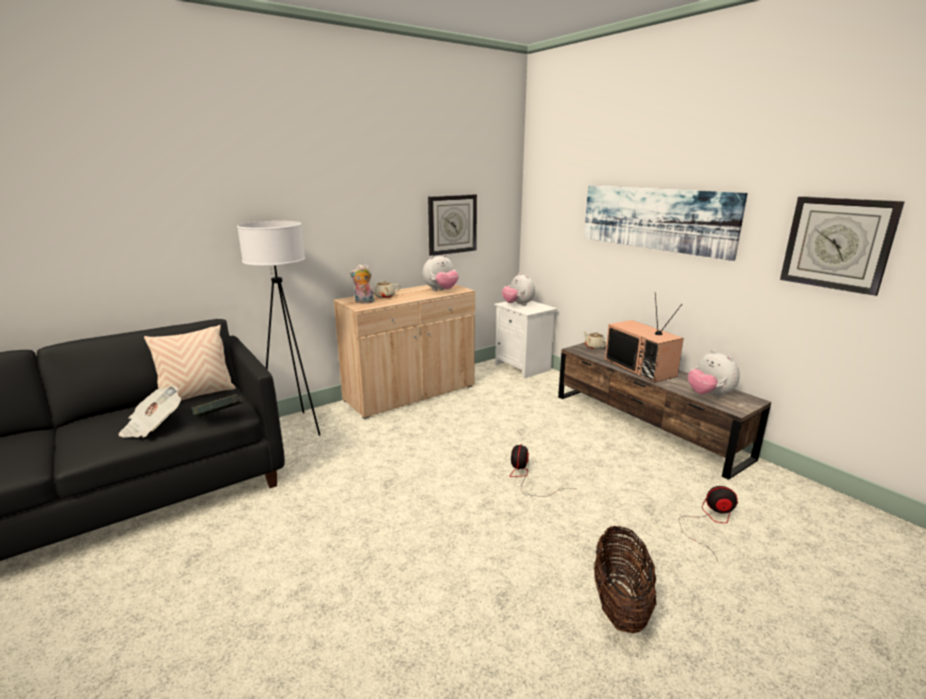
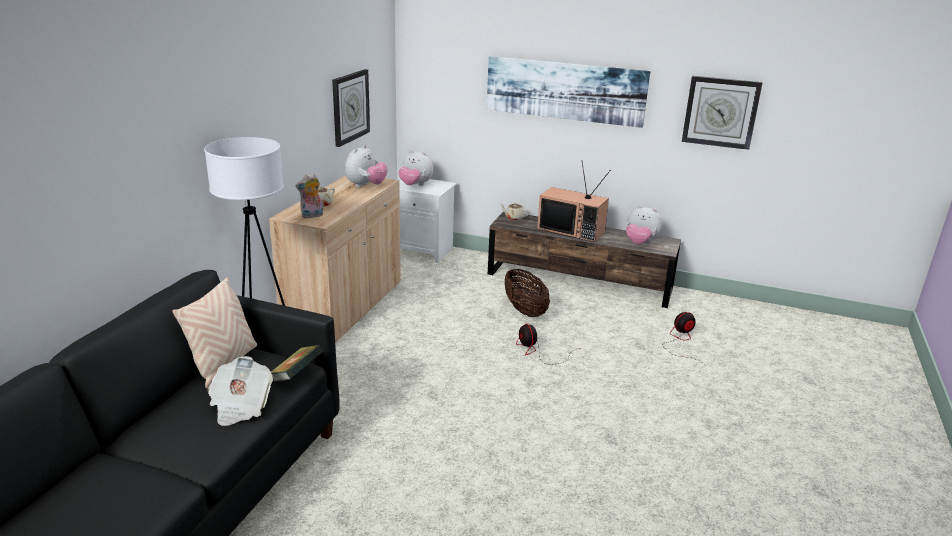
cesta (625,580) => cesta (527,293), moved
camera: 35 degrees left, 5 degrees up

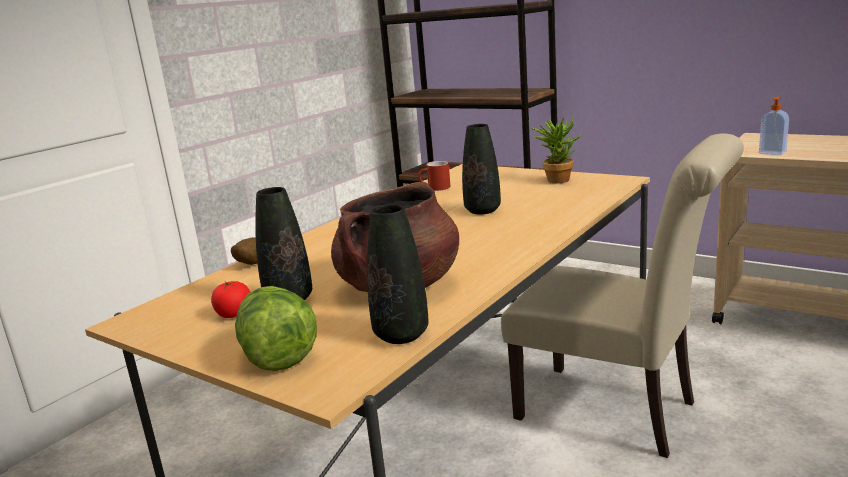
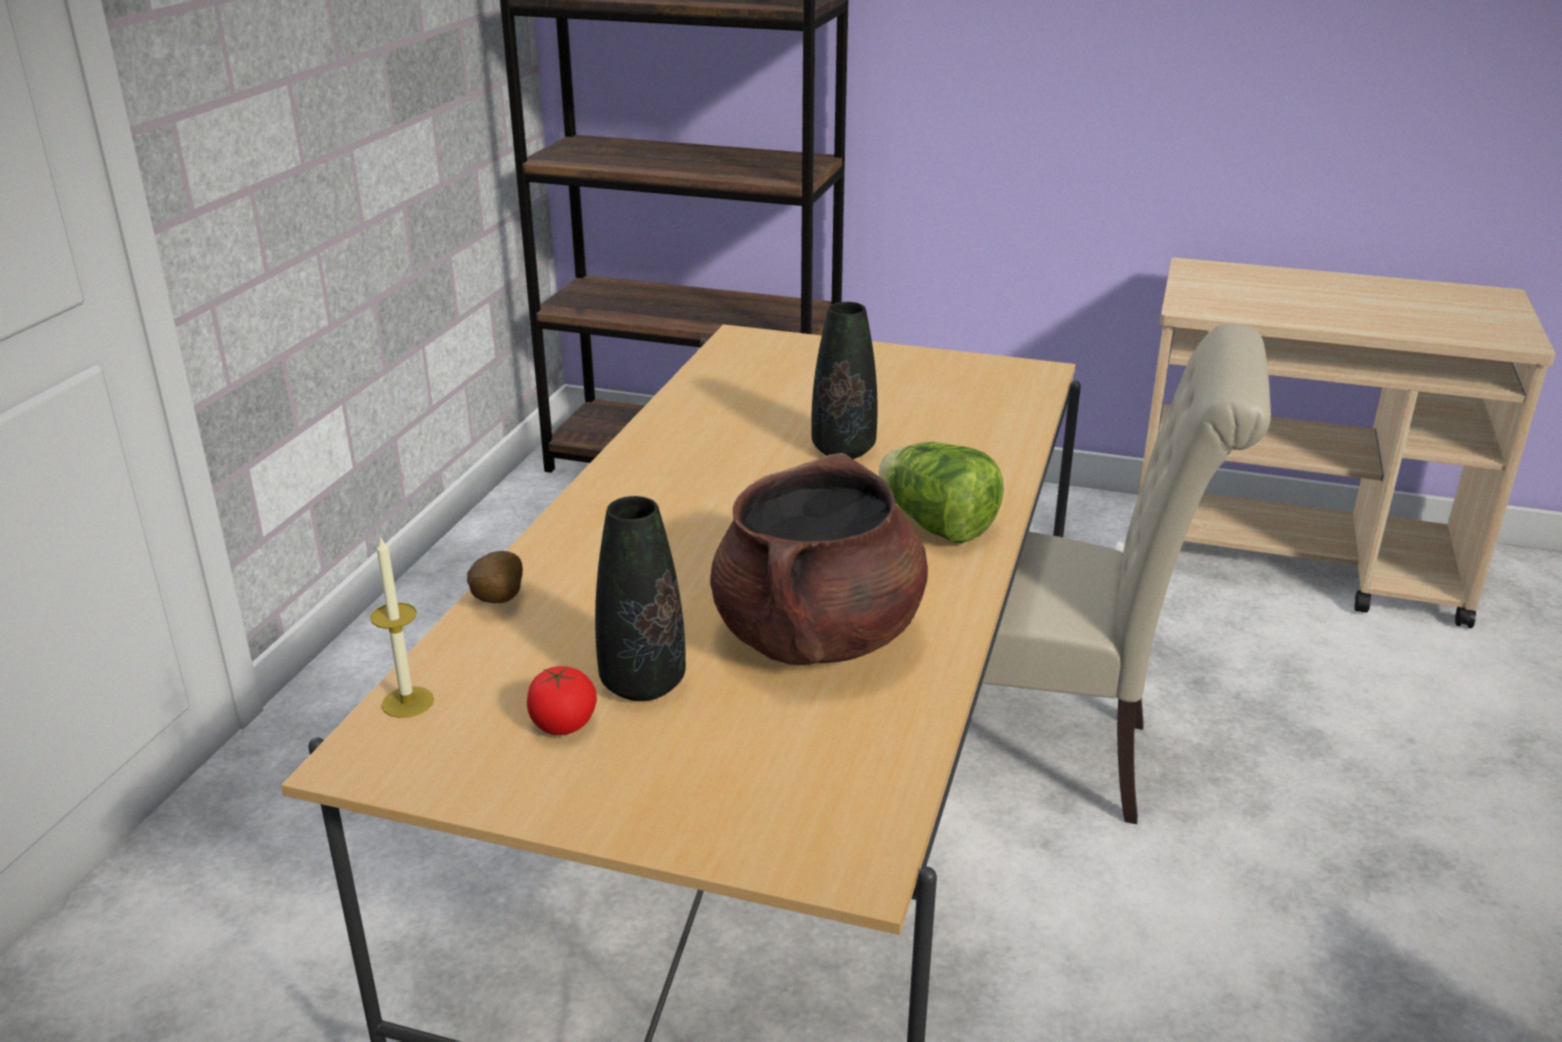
nothing => vela (402,627)
lechuga (276,328) => lechuga (941,493), moved
florero [negro] (397,274) => nothing
taza grande [rojo] (434,176) => nothing
planta en maceta (555,148) => nothing
dispensador de jabón (774,126) => nothing
camera: 20 degrees left, 10 degrees up

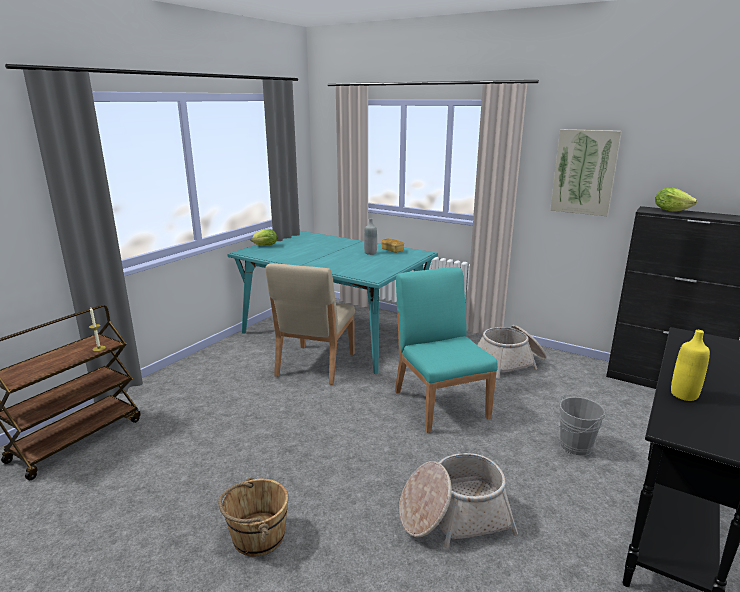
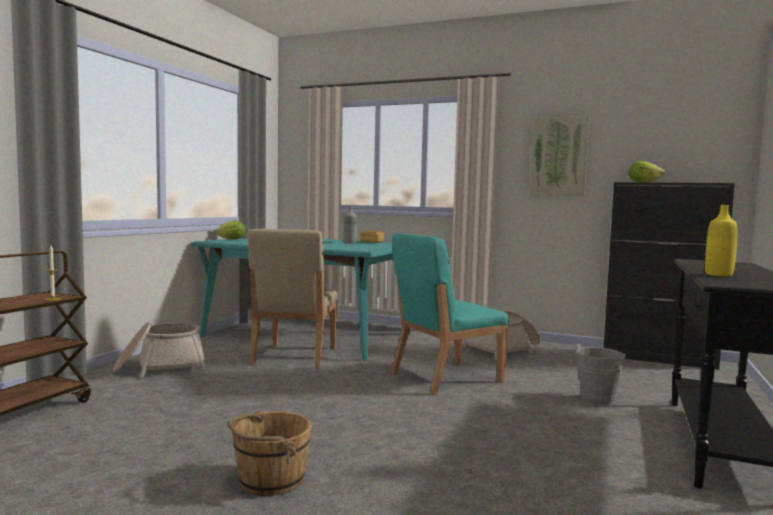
cesta (458,501) => cesta (159,349), moved
silla [turquesa] (446,350) => silla [turquesa] (450,314), 90 degrees counterclockwise
camera: 10 degrees left, 15 degrees down

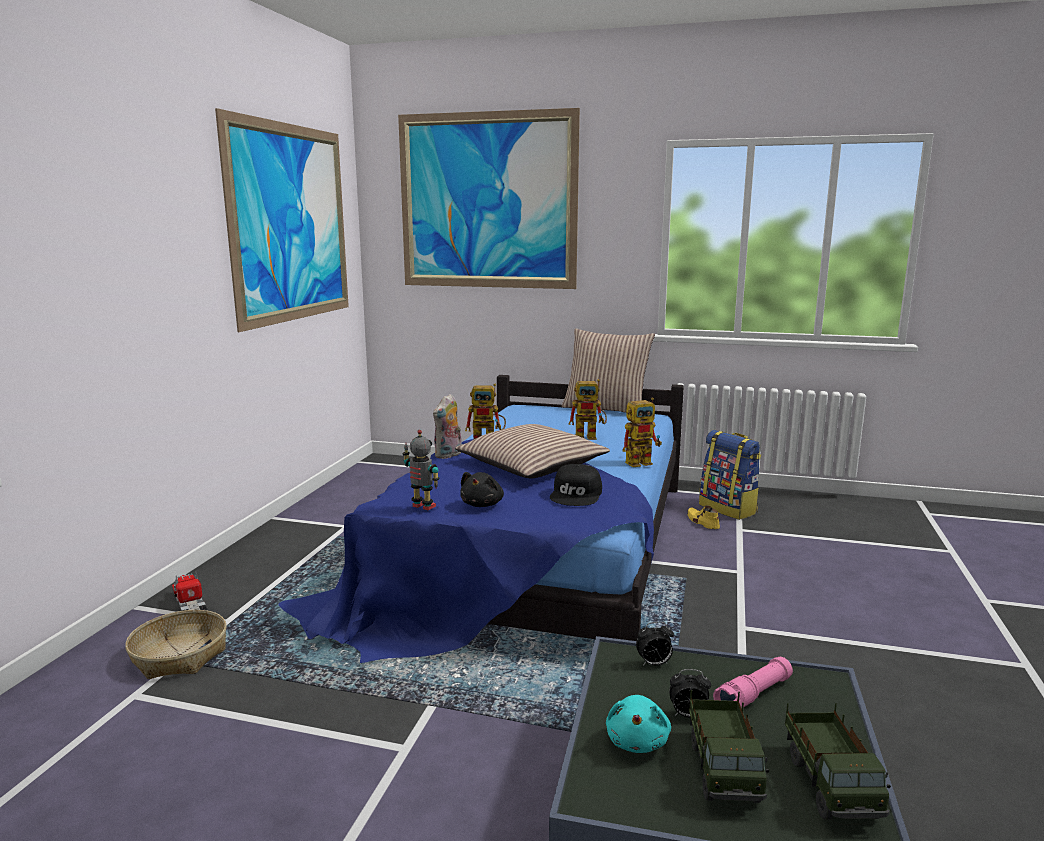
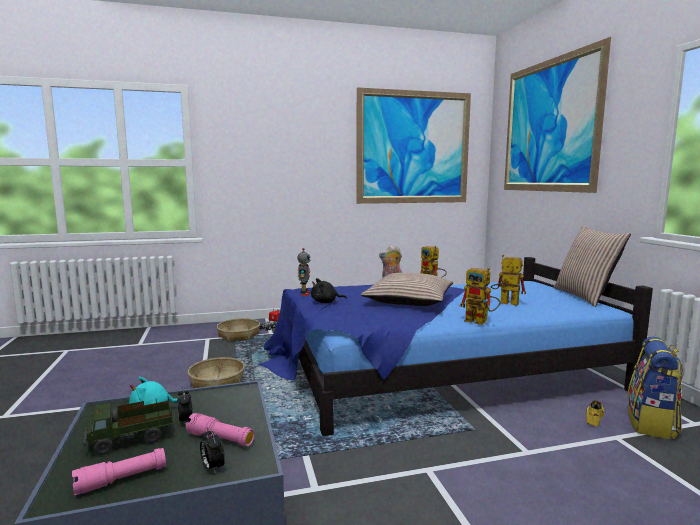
camión de juguete (837,761) => linterna [rosa] (119,471)
nothing => cesta (216,372)
despertador (655,644) => despertador (212,450), moved
robot de juguete (588,409) => robot de juguete (508,280), 150 degrees clockwise
gorra [negro] (576,485) => nothing
camera: 60 degrees right, 5 degrees down

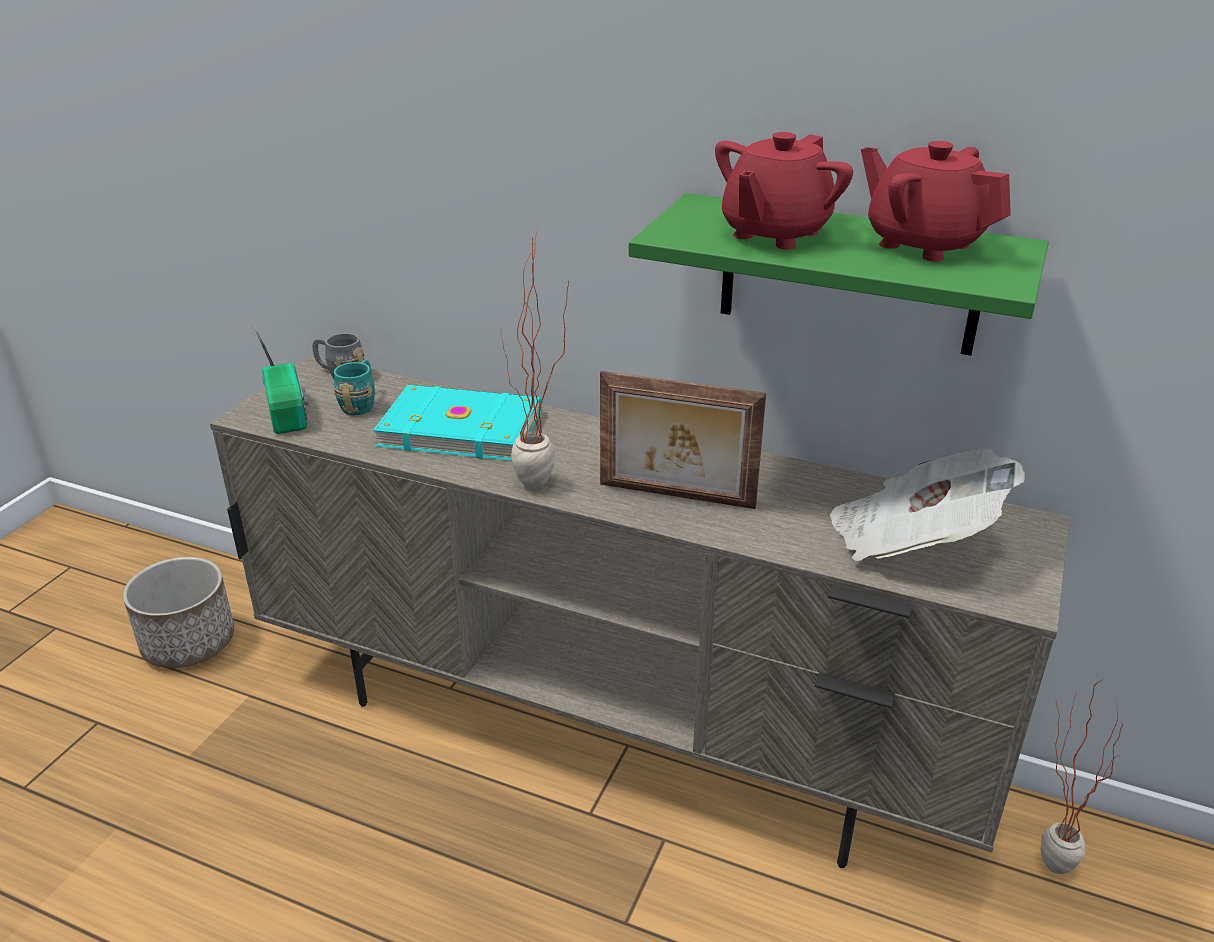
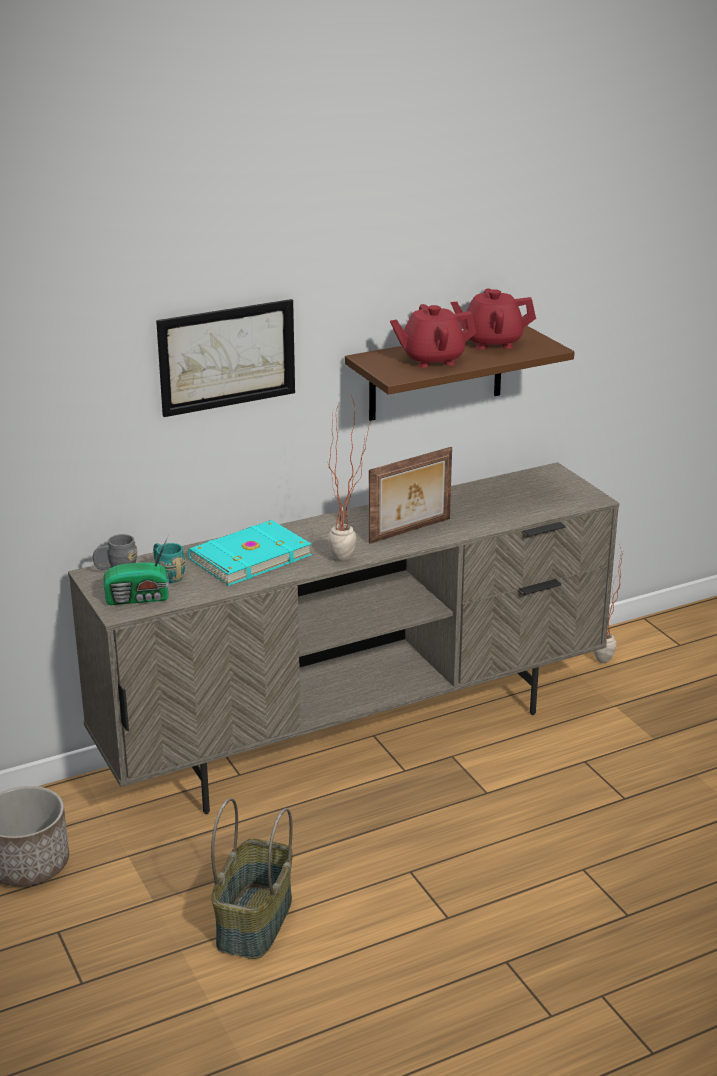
radio (280,379) => radio (136,570), 150 degrees clockwise
nothing => cuadro (225,358)
nothing => cesta (252,878)
estante [verde] (839,274) => estante [marrón] (459,373)
tetera [rojo] (784,191) => tetera [rojo] (433,336), 90 degrees clockwise
periódico (927,504) => nothing
camera: 50 degrees left, 5 degrees down

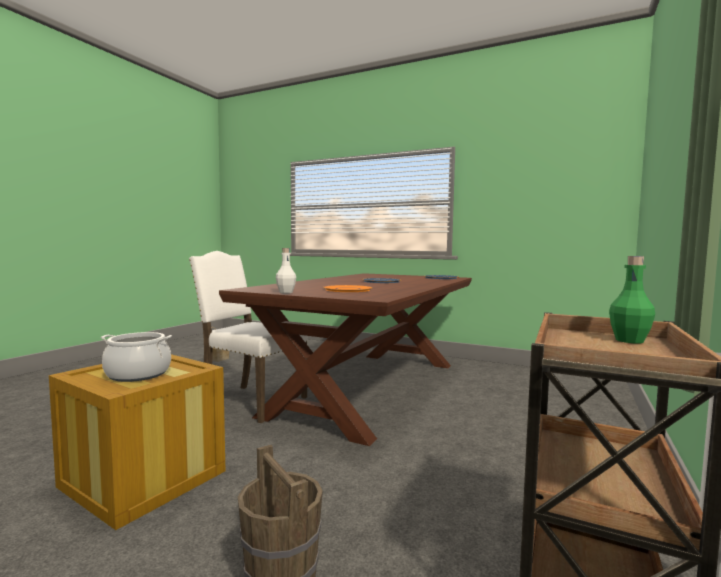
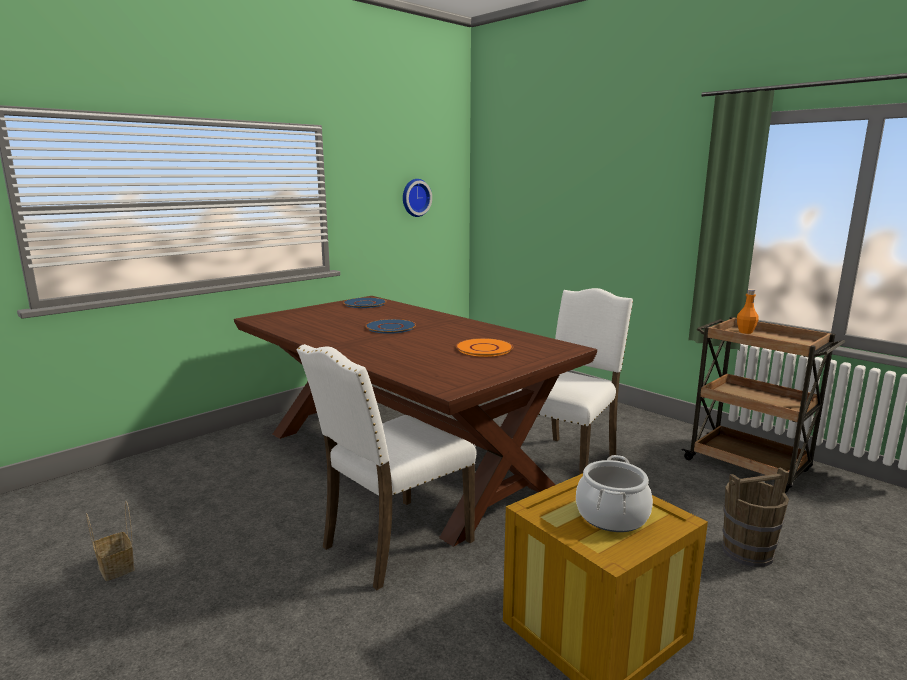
nothing => reloj de pared (417,198)
nothing => silla [blanco] (570,381)
botella [verde] (632,300) => botella [naranja] (748,311)
botella [blanco] (286,270) => nothing
camera: 70 degrees left, 10 degrees up

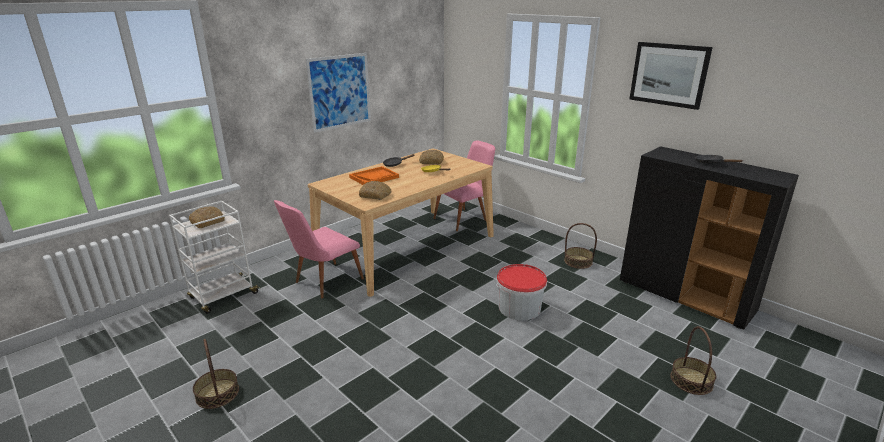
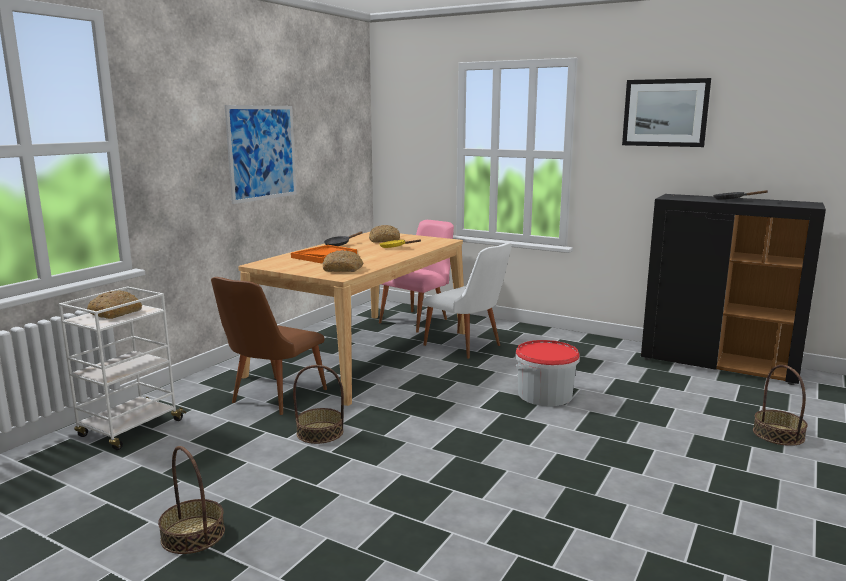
silla [rosa] (319,249) => silla [marrón] (269,346)
cesta (580,246) => cesta (318,404), moved
nothing => silla [blanco] (467,301)
camera: 15 degrees left, 10 degrees down

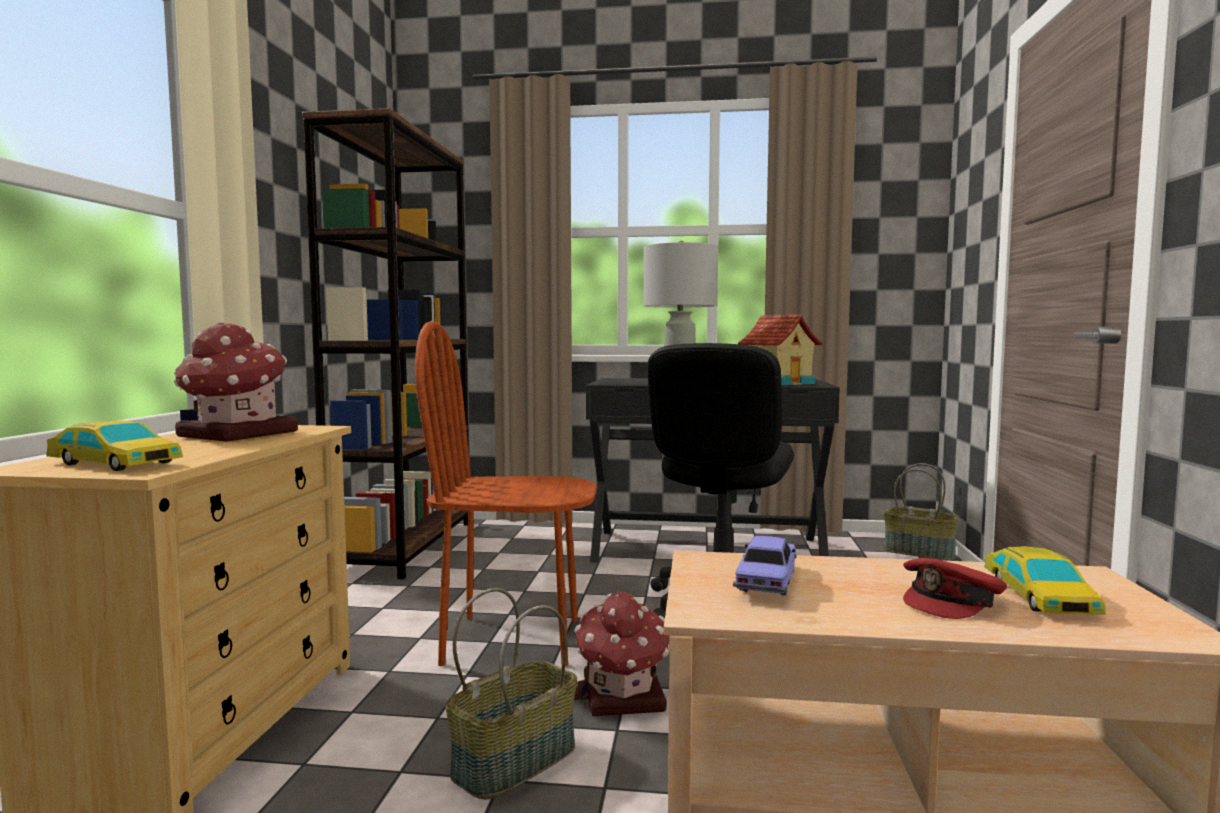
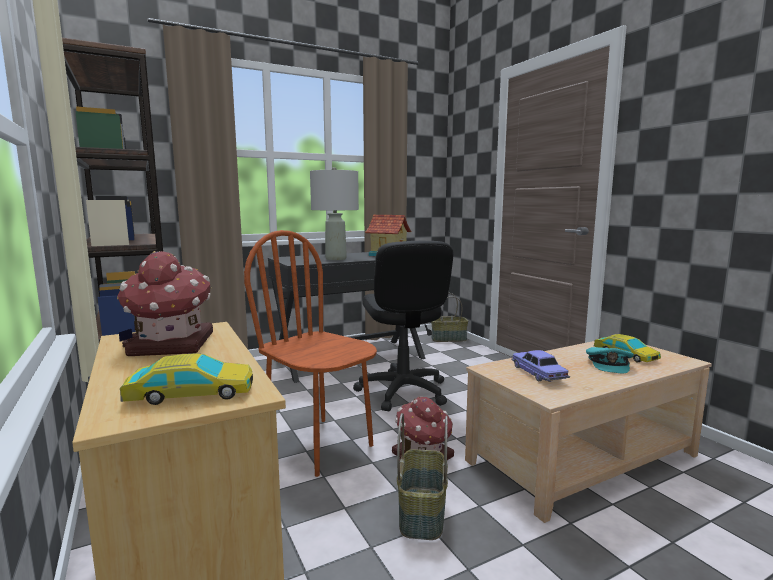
silla [marrón] (506,493) => silla [marrón] (310,353), 75 degrees clockwise
gorra [rojo] (955,588) => gorra [turquesa] (610,360)
camera: 35 degrees left, 5 degrees up

